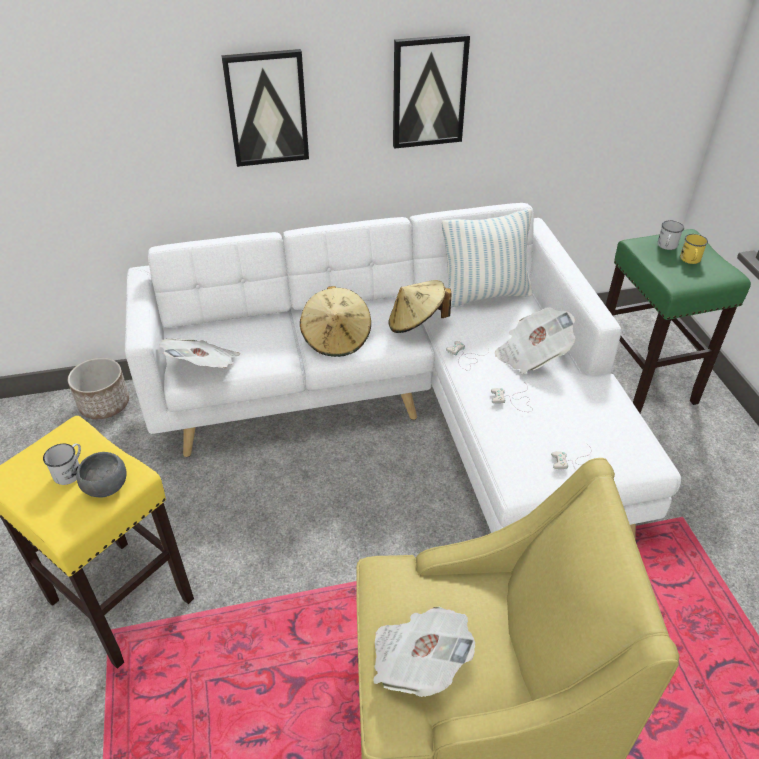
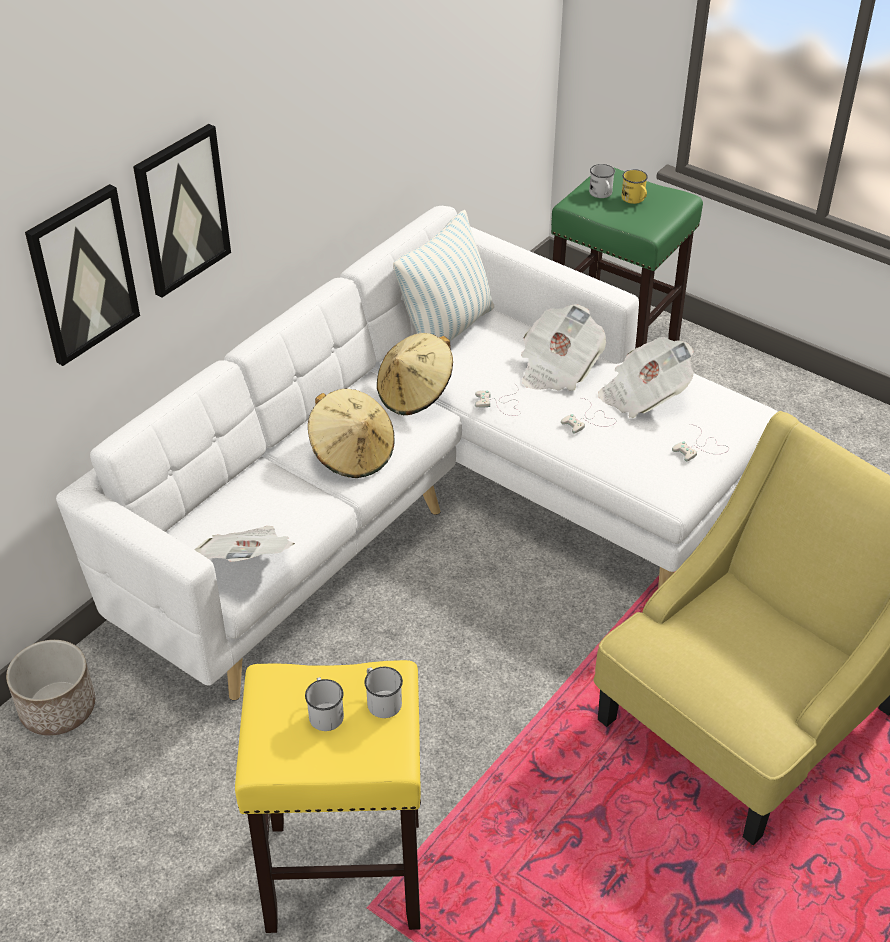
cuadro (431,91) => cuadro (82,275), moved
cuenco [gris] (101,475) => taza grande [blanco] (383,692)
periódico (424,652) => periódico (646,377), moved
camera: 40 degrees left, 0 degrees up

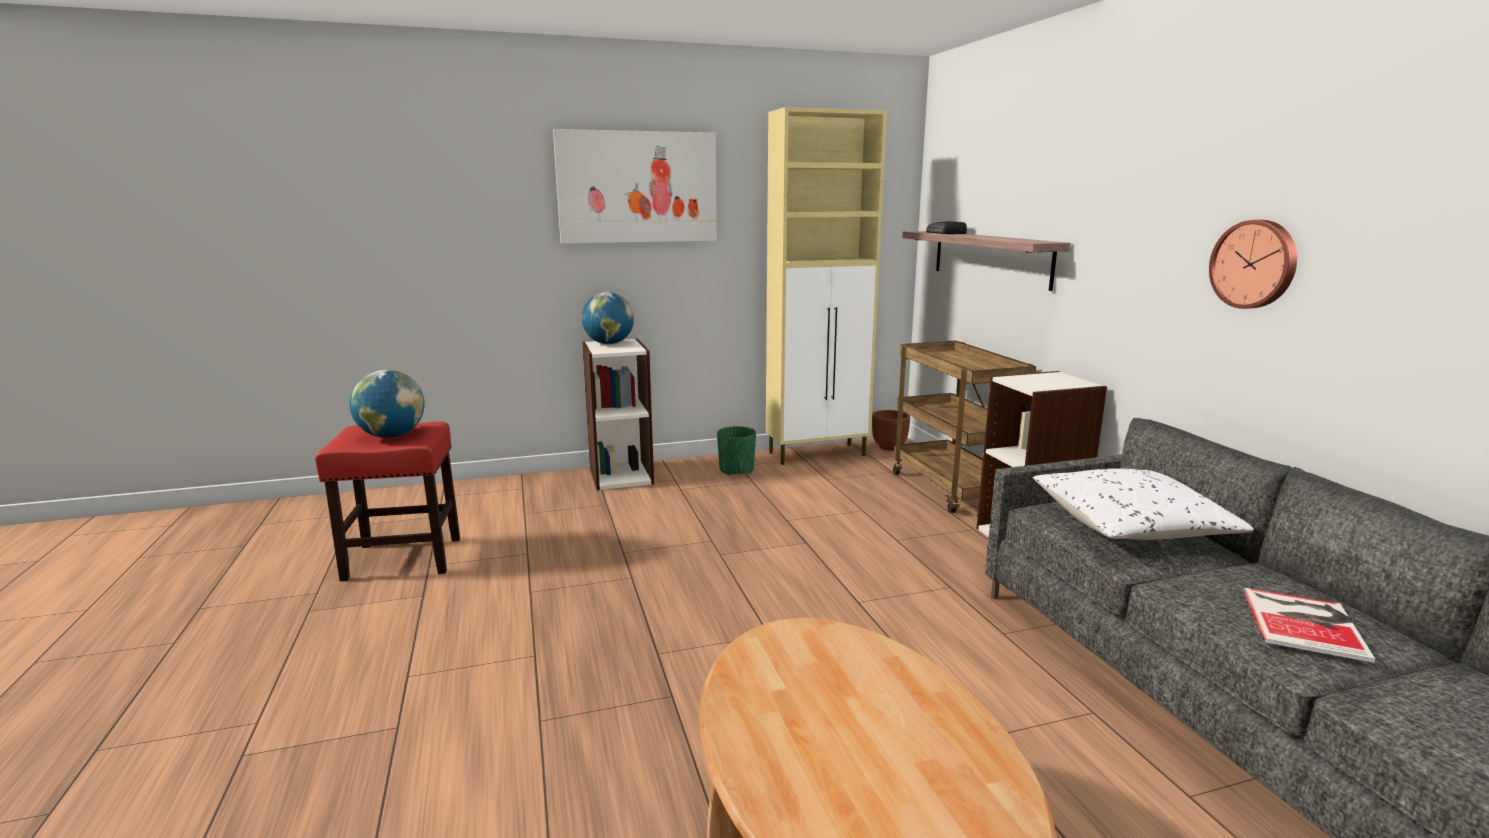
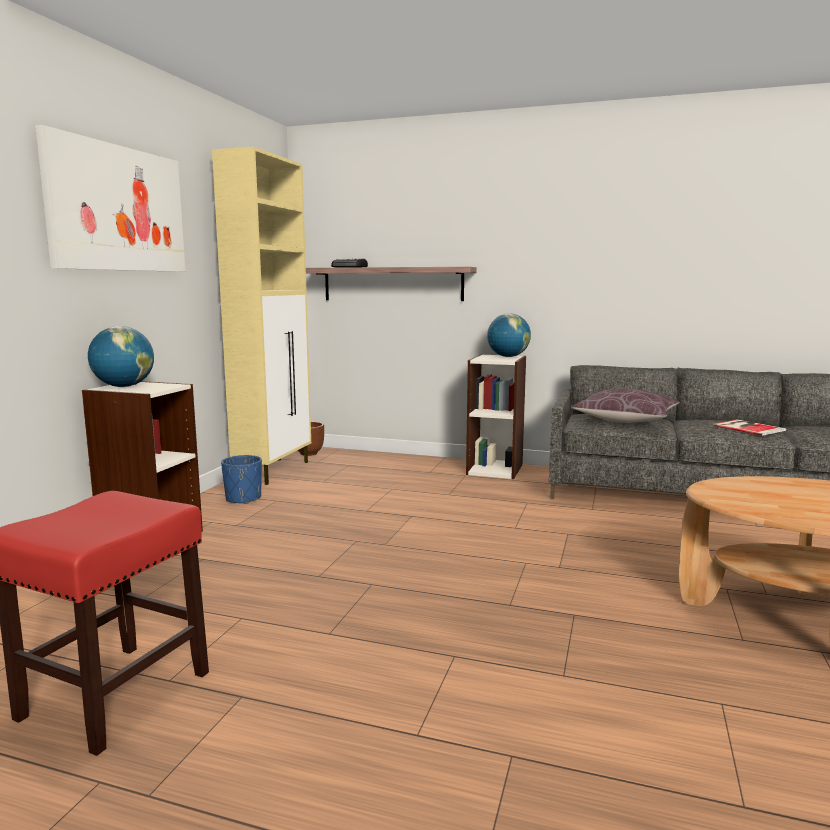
maceta [verde] (736,450) => maceta [azul] (241,479)
globo terráqueo (387,404) => globo terráqueo (509,335), moved
cojín [blanco] (1143,504) => cojín [marrón] (625,406)
carrito [marrón] (964,427) => nothing
reloj de pared (1253,264) => nothing
camera: 55 degrees left, 5 degrees down

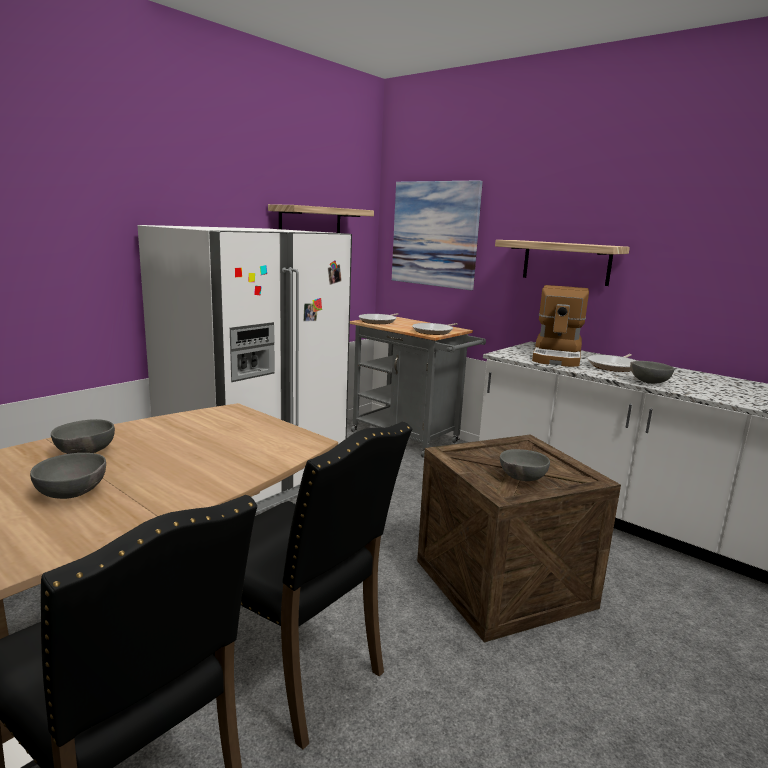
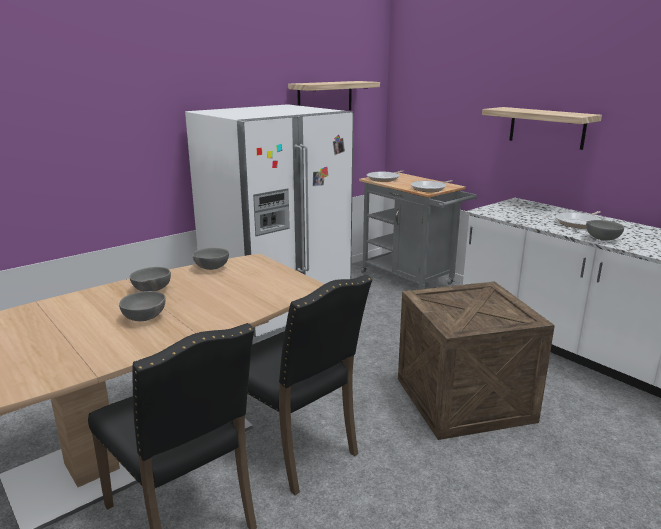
cuenco [gris] (525,465) => cuenco [gris] (210,259), moved
cuadro (437,235) => nothing
cafetera (560,326) => nothing
camera: 10 degrees right, 5 degrees up

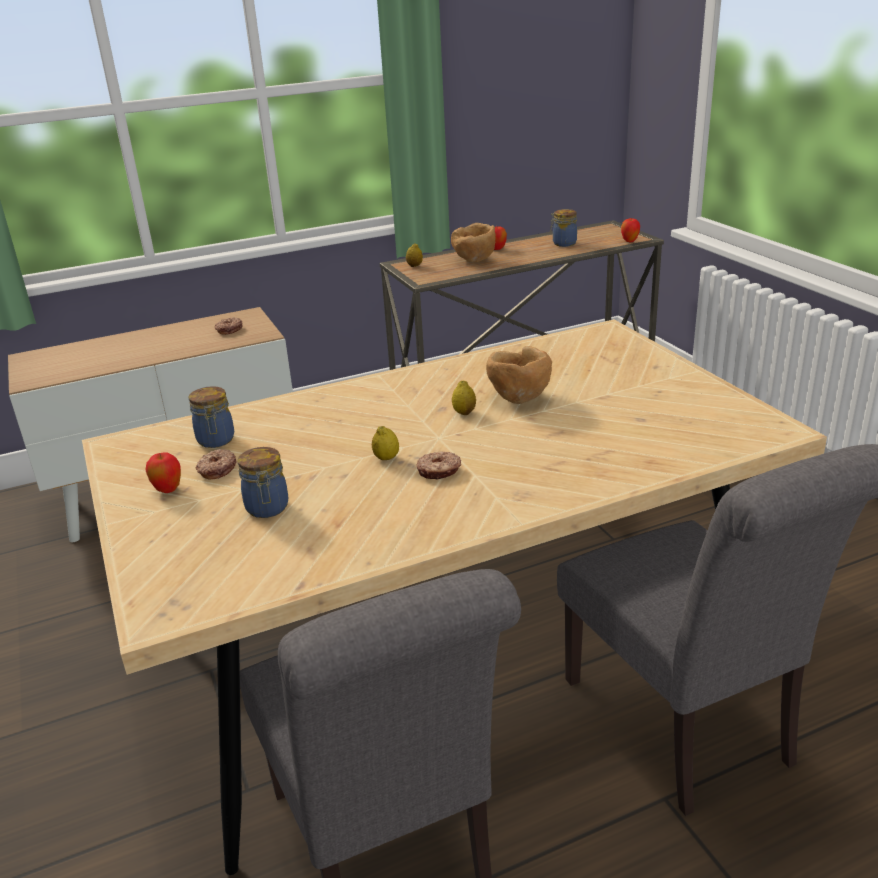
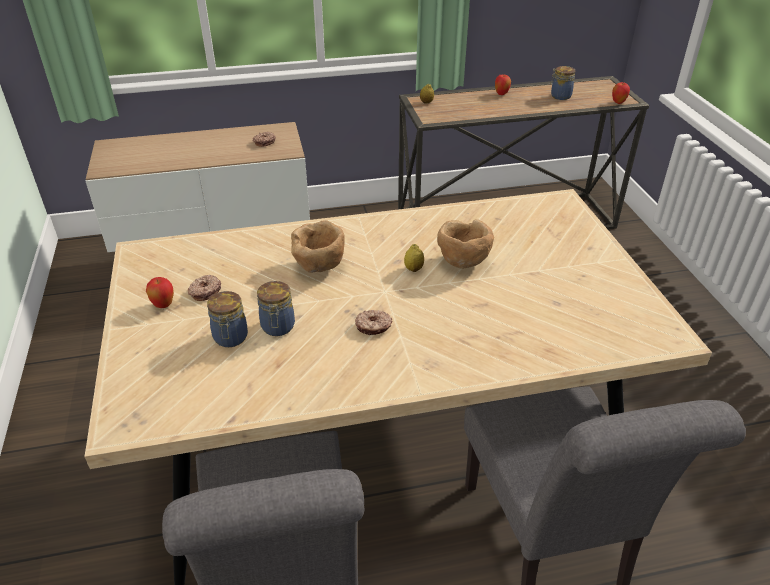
tarro (211,417) => tarro (276,308), moved
cuenco [marrón] (473,243) => cuenco [marrón] (318,246), moved
limón (385,443) => nothing
camera: 10 degrees right, 10 degrees up

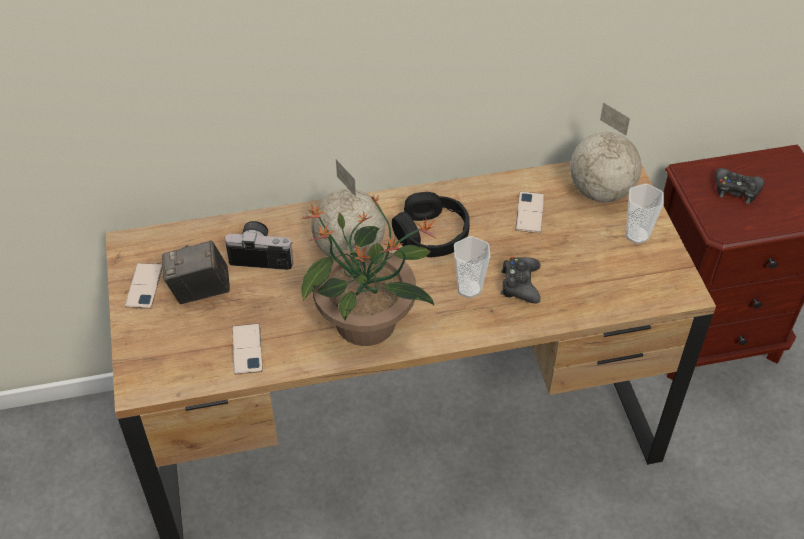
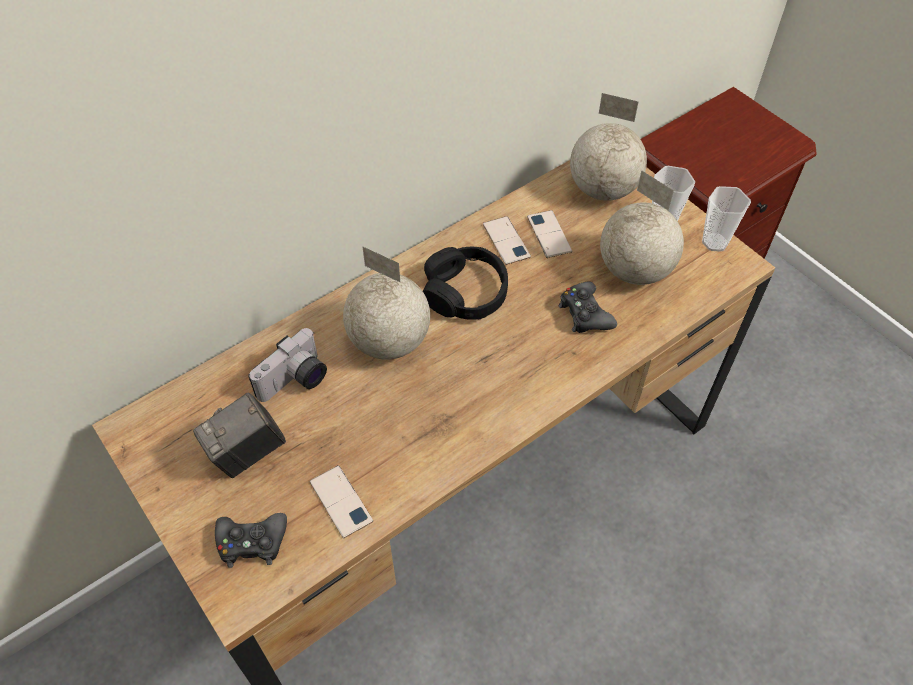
mando de consola [negro] (740,186) => mando de consola [negro] (251,540), moved
cámara (259,245) => cámara (287,365), 150 degrees clockwise
móvil (144,286) => móvil (507,240), moved
nothing => globo terráqueo (642,227)
taza (472,267) => taza (726,219), moved
planta en maceta (369,270) => nothing
camera: 25 degrees left, 5 degrees up

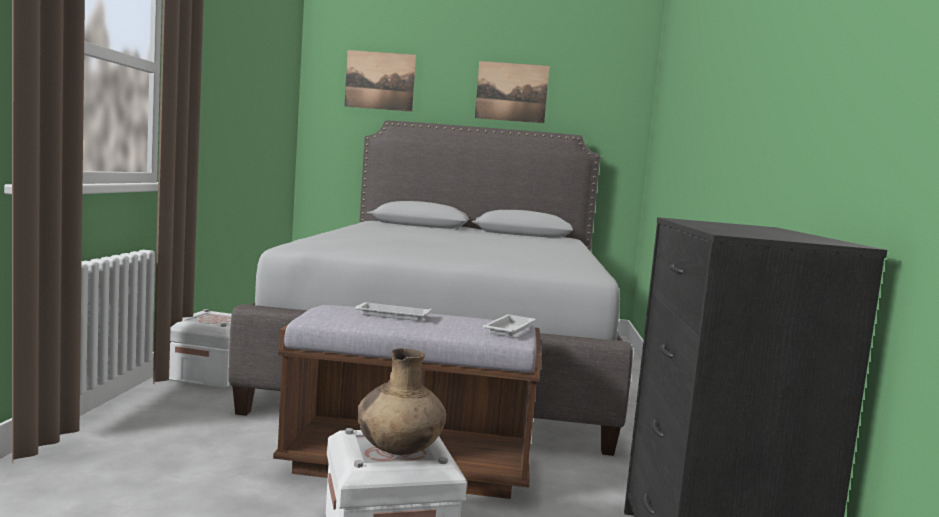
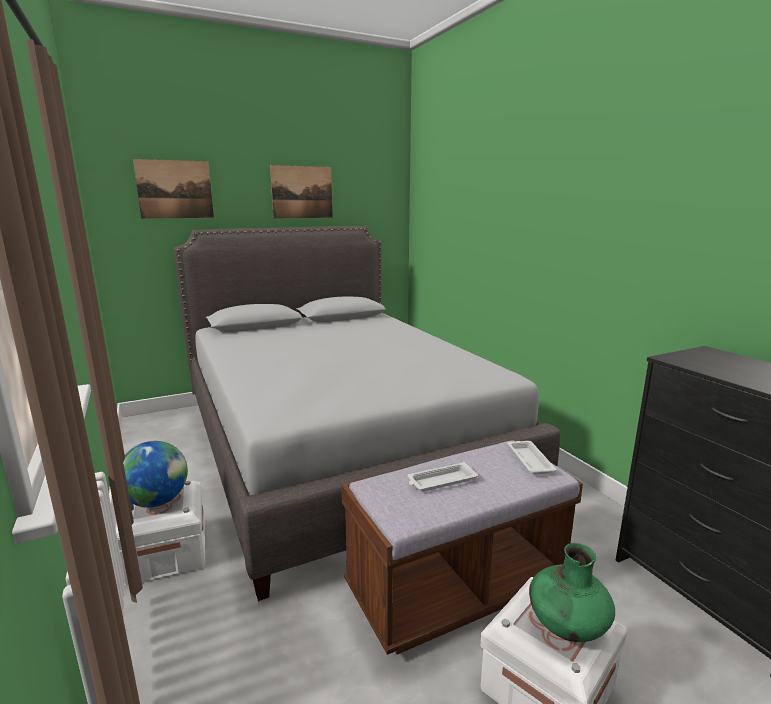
nothing => globo terráqueo (155,474)
florero [marrón] (401,401) => florero [verde] (572,592)
camera: 30 degrees left, 10 degrees up

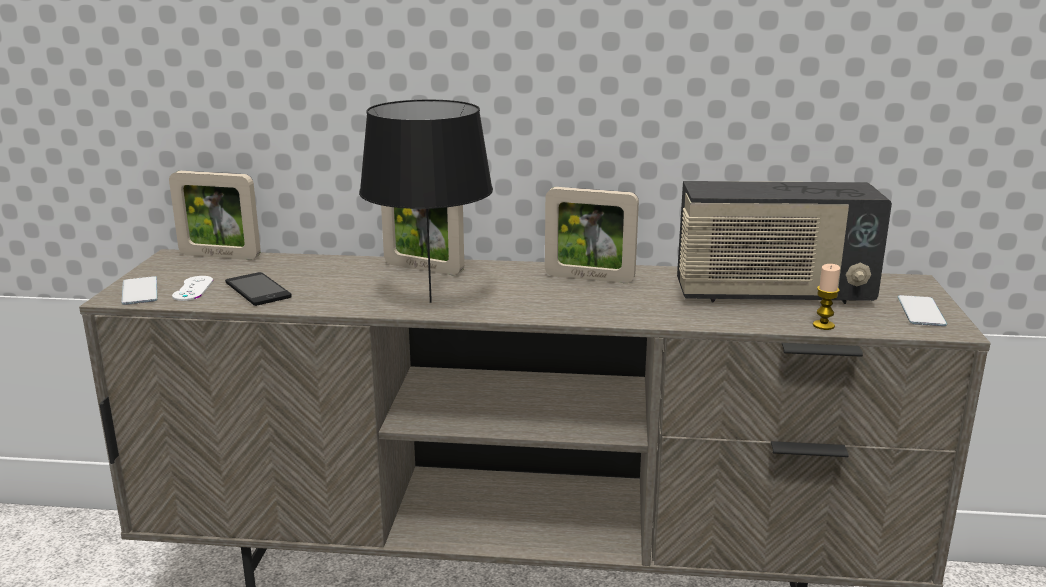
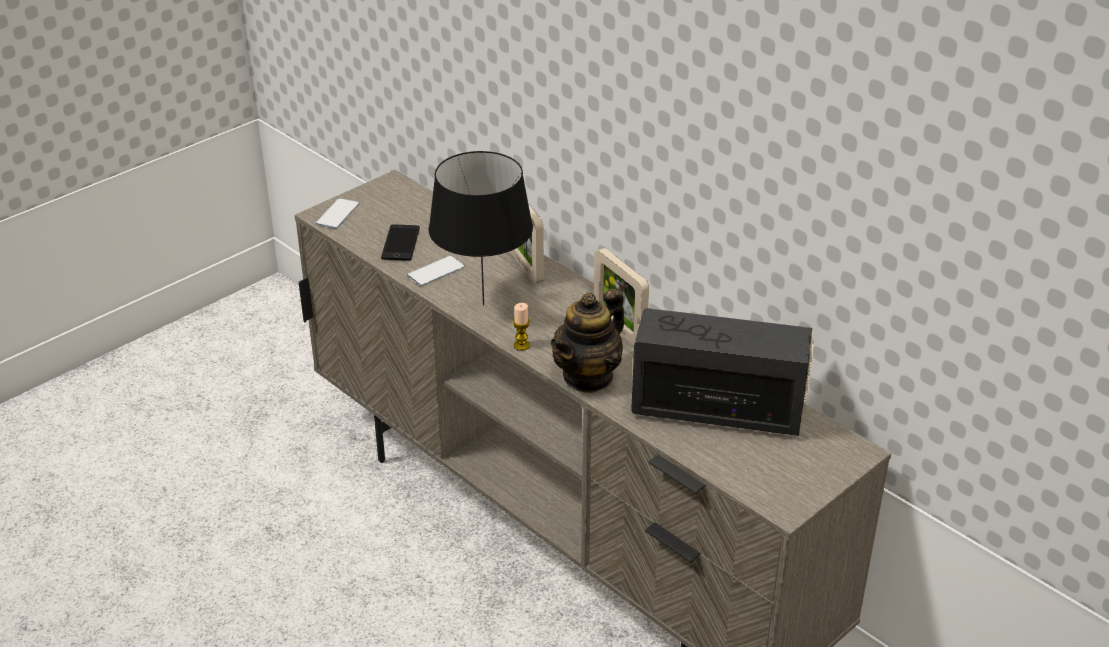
móvil (922,310) => móvil (436,271), moved
vela (826,297) => vela (521,327), moved
nothing => tetera (587,341)
radio (784,242) => radio (722,372), 150 degrees clockwise
portarretratos (215,215) => nothing
mando de consola [blanco] (192,288) => nothing
camera: 40 degrees right, 15 degrees up

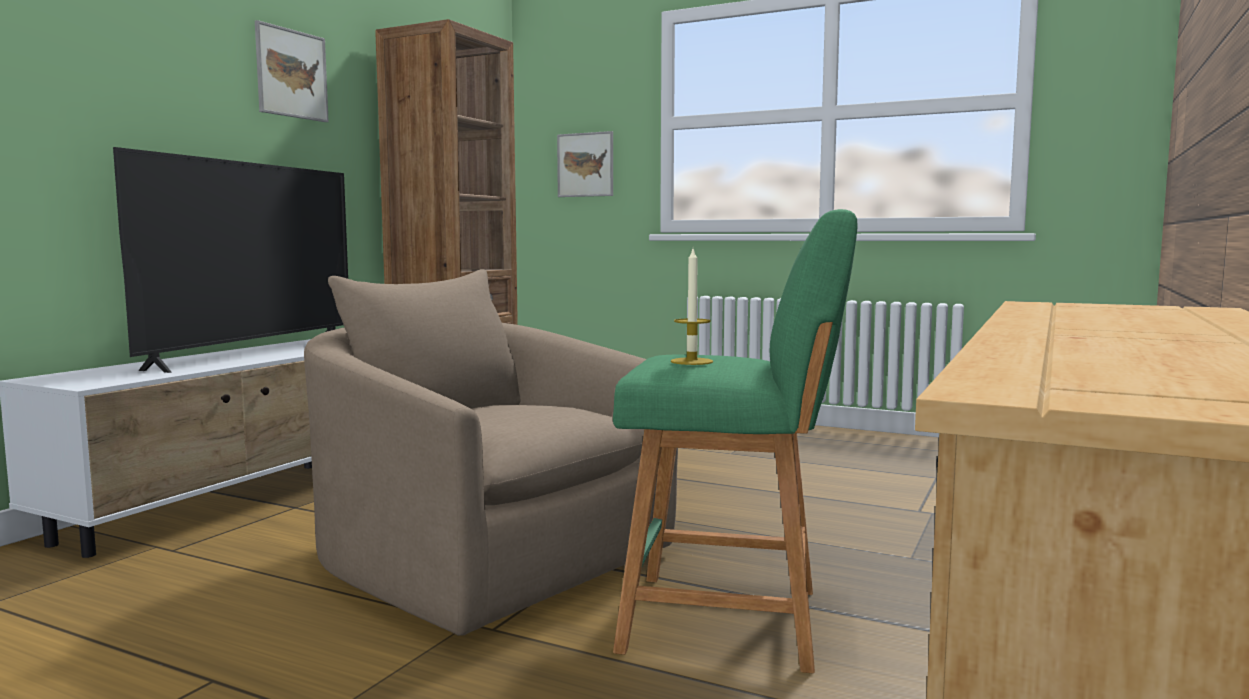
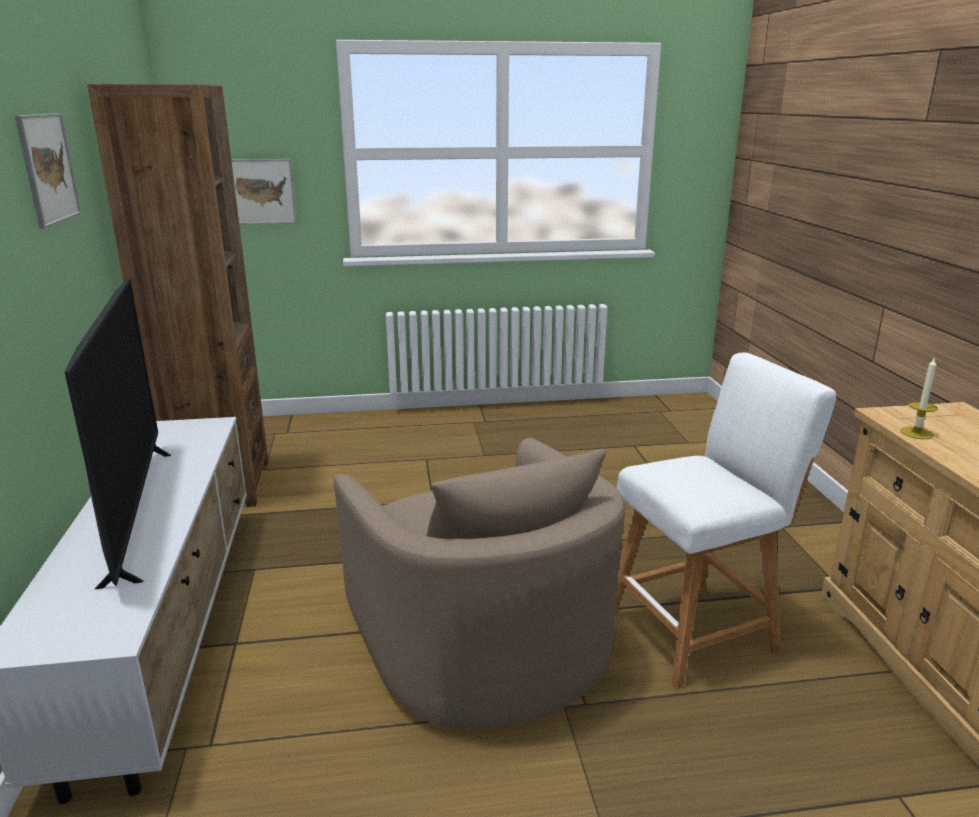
sillón [beis] (491,452) => sillón [beis] (479,583), 120 degrees counterclockwise
taburete [verde] (735,441) => taburete [blanco] (725,521)
vela (692,307) => vela (919,398), moved
camera: 35 degrees left, 15 degrees up

